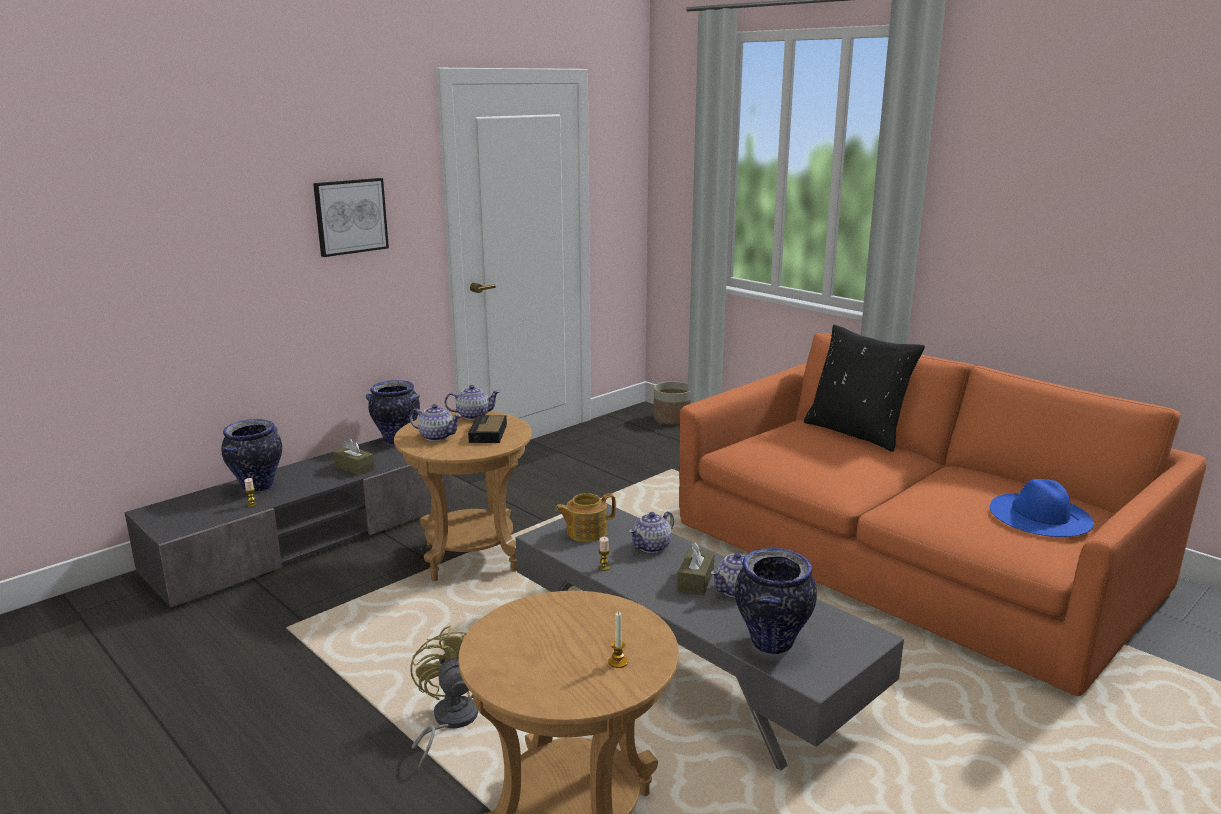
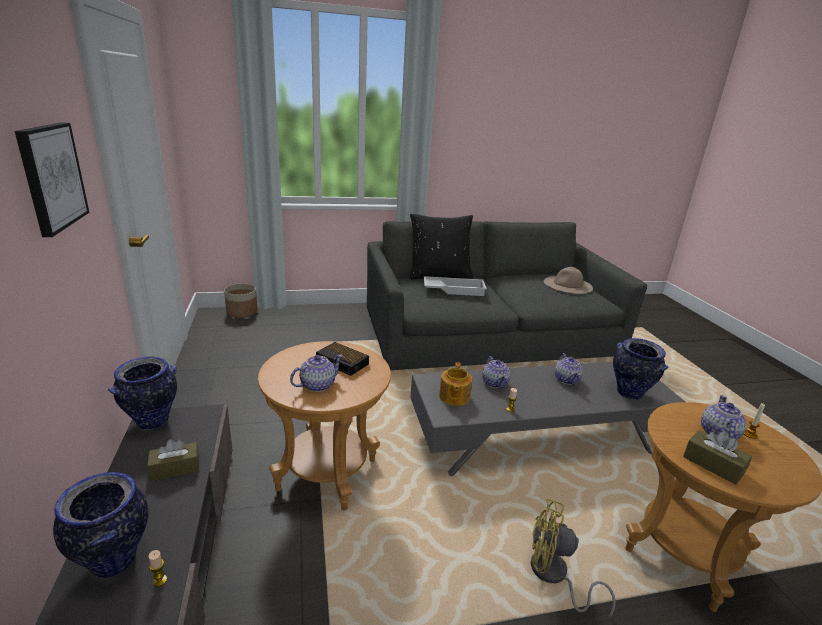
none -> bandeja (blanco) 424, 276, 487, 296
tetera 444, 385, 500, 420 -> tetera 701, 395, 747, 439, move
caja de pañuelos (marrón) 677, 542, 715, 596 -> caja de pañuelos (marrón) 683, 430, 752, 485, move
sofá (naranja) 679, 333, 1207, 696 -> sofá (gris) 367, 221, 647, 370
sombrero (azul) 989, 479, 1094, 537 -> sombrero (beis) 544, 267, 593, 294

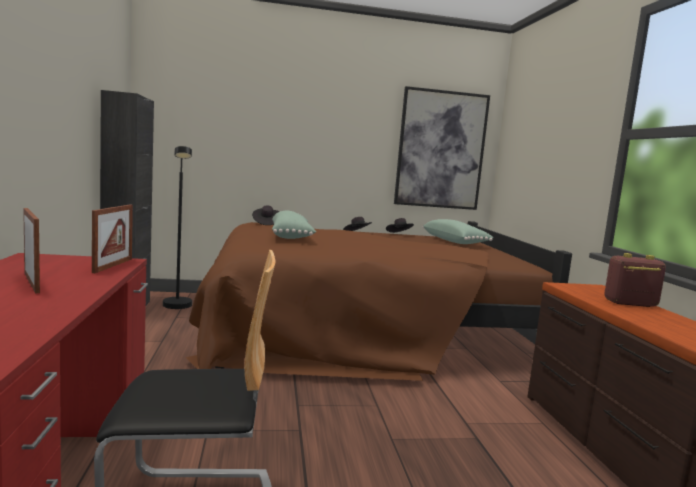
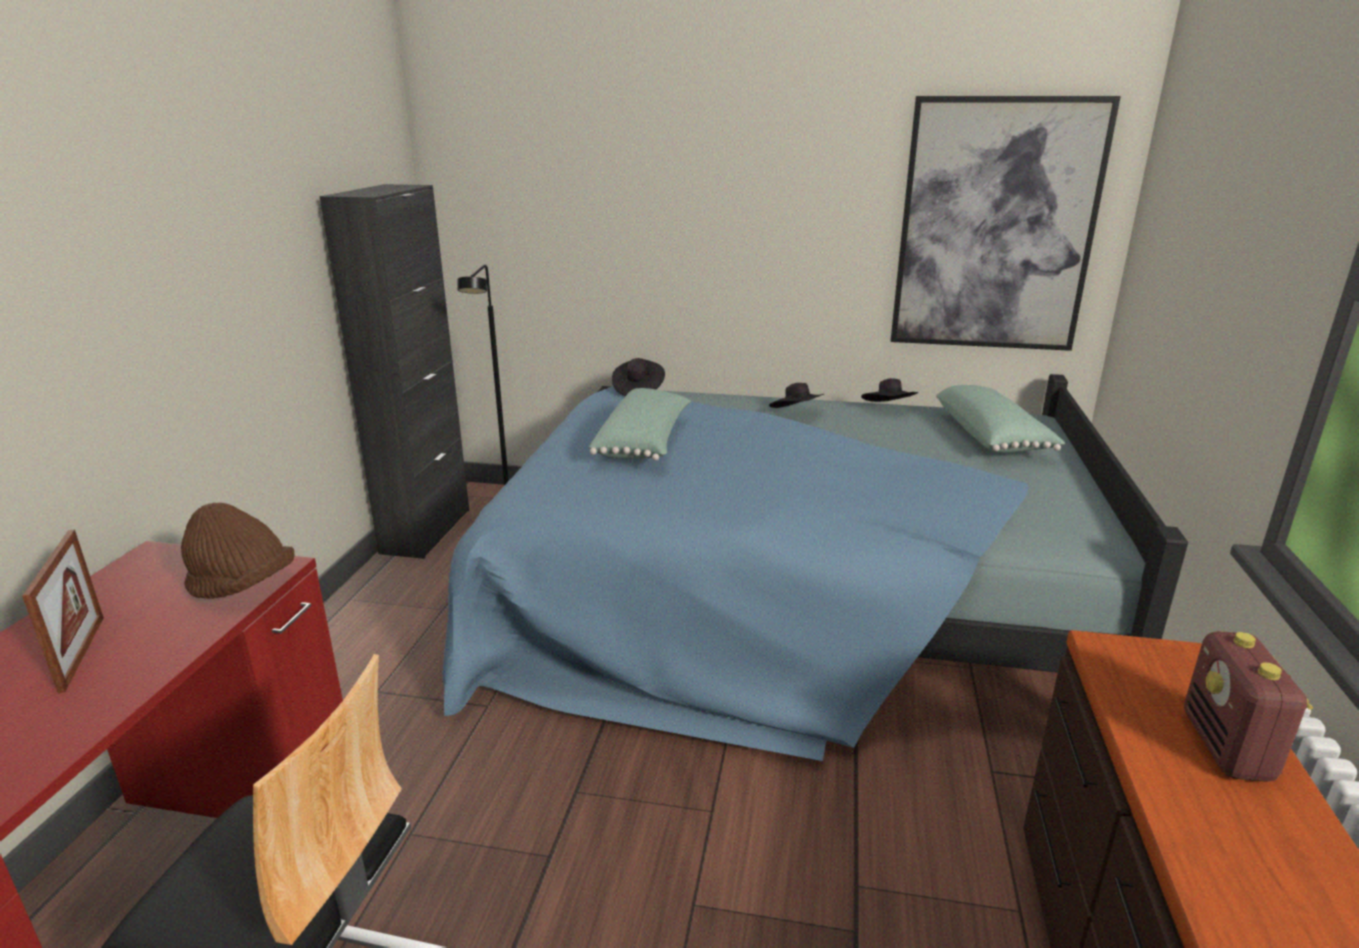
portarretratos 92, 205, 133, 273 -> sombrero (marrón) 181, 503, 294, 599
cama (marrón) 186, 221, 572, 381 -> cama (azul) 442, 374, 1188, 761
radio 604, 253, 666, 307 -> radio 1184, 631, 1313, 781, 105 degrees counterclockwise

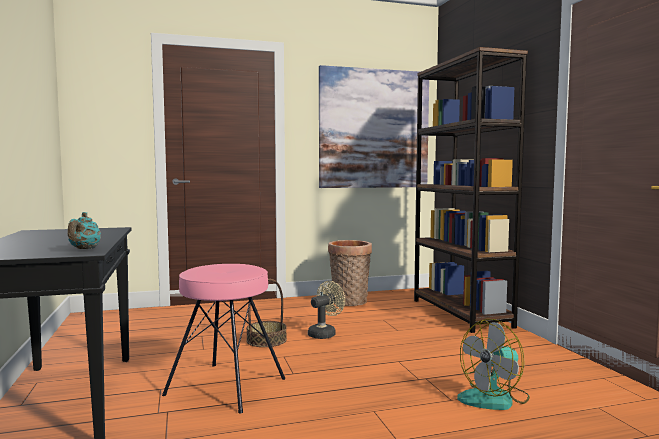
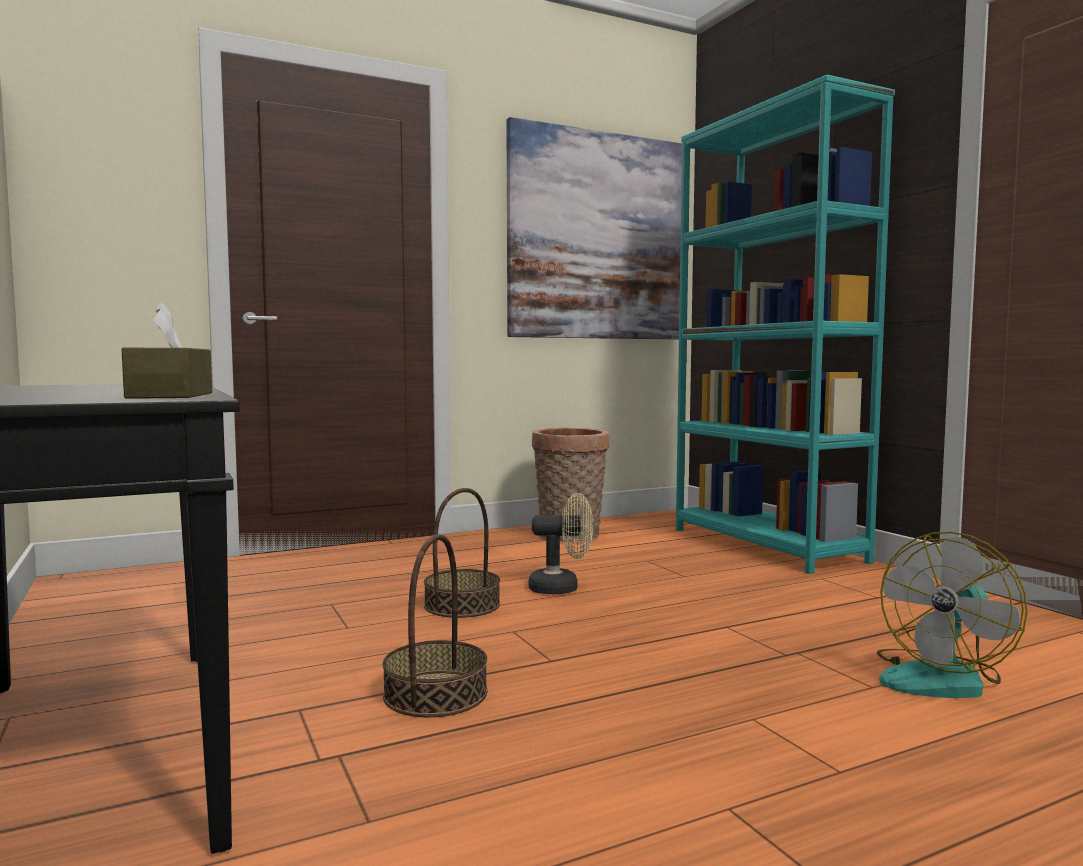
tetera (turquesa) 68, 212, 101, 249 -> caja de pañuelos (marrón) 122, 303, 212, 399
taburete (rosa) 162, 264, 285, 414 -> cesta 382, 534, 488, 717
estantería (marrón) 414, 47, 528, 333 -> estantería (turquesa) 676, 75, 895, 574
ventilador (beis) 308, 281, 345, 339 -> ventilador (beis) 529, 493, 593, 594, 60 degrees clockwise

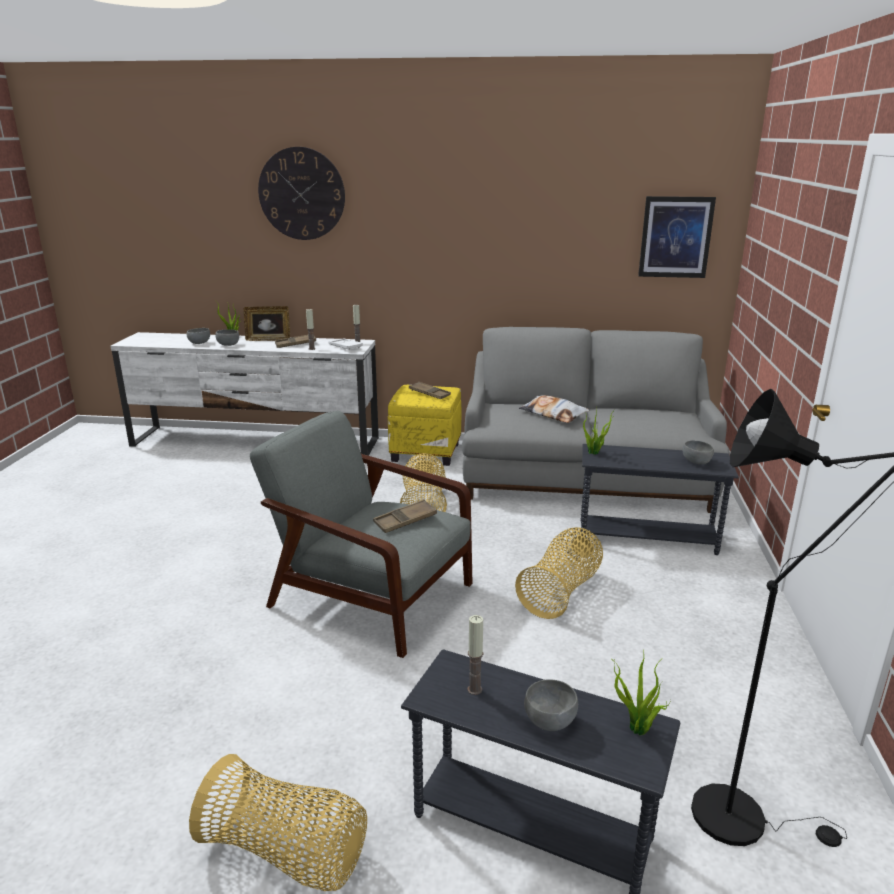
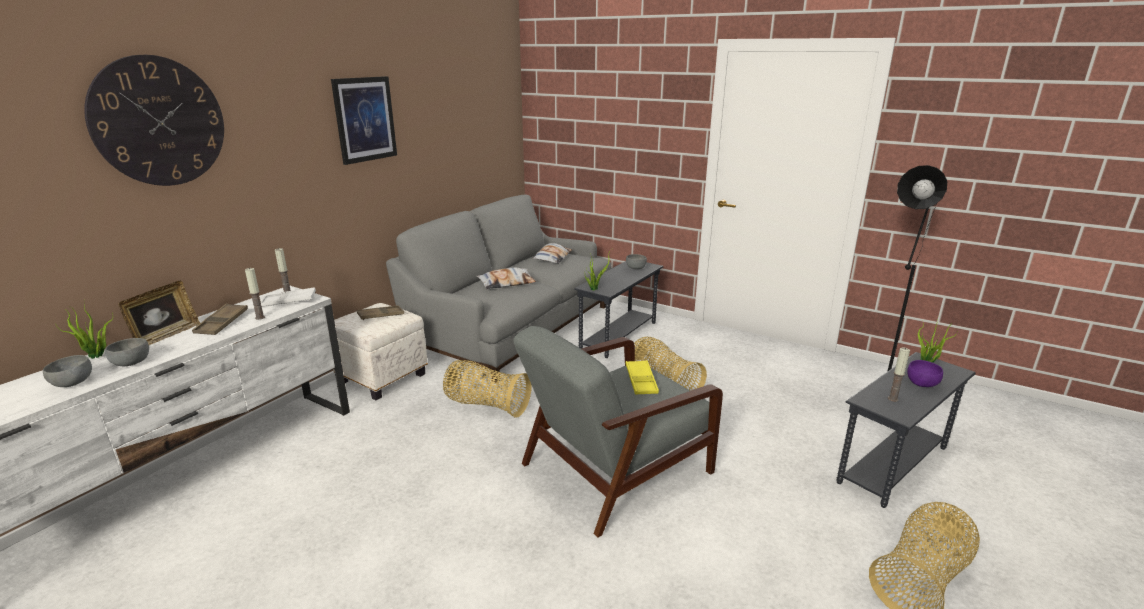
none -> cojín 533, 243, 572, 264
cuadro 638, 196, 716, 278 -> cuadro 331, 76, 397, 165, move
bandeja (marrón) 373, 500, 437, 533 -> bandeja (amarillo) 626, 360, 659, 395
puf (amarillo) 388, 385, 461, 466 -> puf (blanco) 334, 303, 428, 400
cuenco (gris) 524, 679, 578, 731 -> cuenco (morado) 907, 360, 943, 387

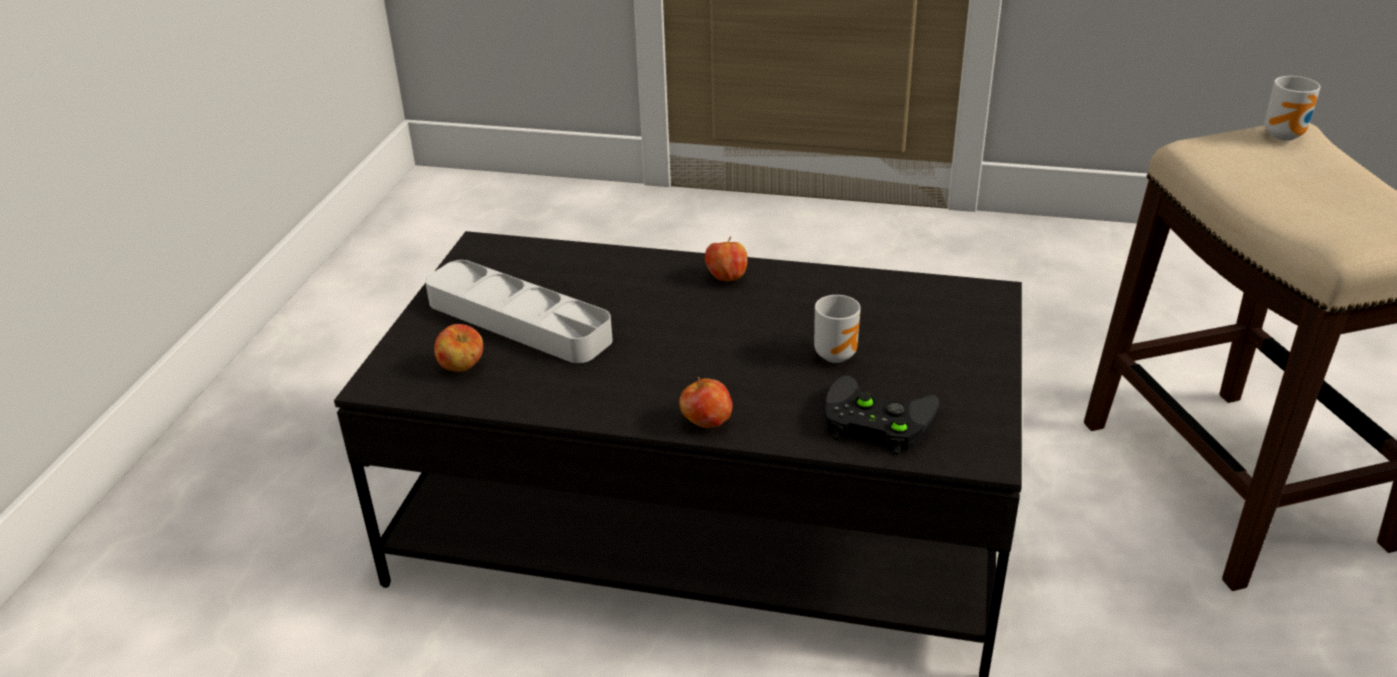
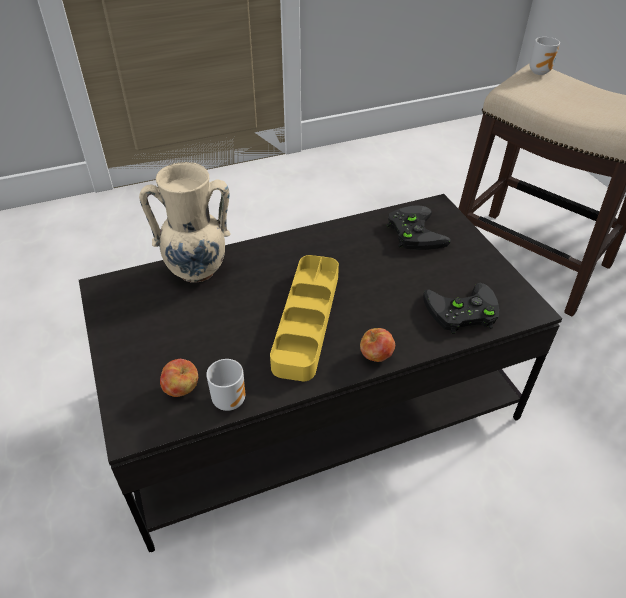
bandeja (gris) 425, 260, 613, 363 -> none
manzana 705, 236, 748, 281 -> none
none -> florero (beis) 139, 162, 231, 283
none -> bandeja (amarillo) 270, 255, 339, 382
none -> mando de consola (negro) 387, 205, 451, 250
taza grande 814, 295, 861, 363 -> taza grande 206, 359, 245, 411, move

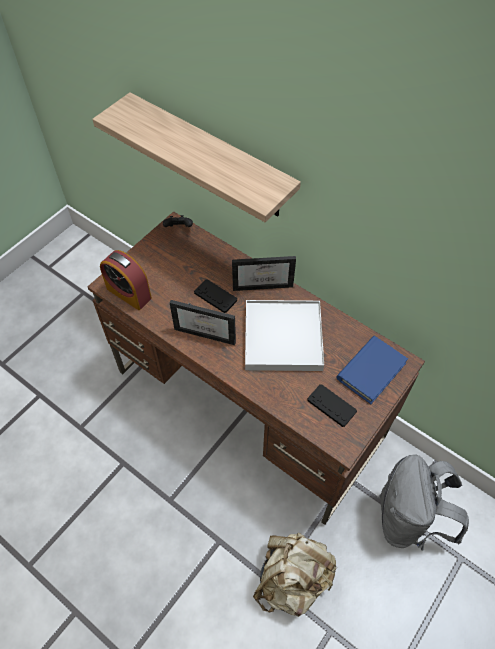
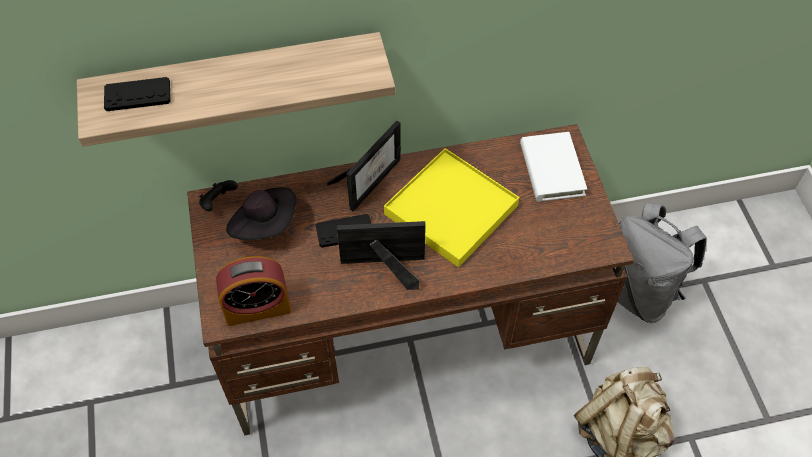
none -> sombrero (negro) 226, 187, 297, 240
mando de consola (negro) 307, 384, 357, 427 -> mando de consola (negro) 104, 77, 171, 111, move
bandeja (blanco) 245, 300, 324, 371 -> bandeja (amarillo) 384, 148, 519, 268
libro (azul) 337, 336, 408, 404 -> libro (blanco) 520, 132, 587, 202
portarretratos 170, 300, 236, 345 -> portarretratos 337, 221, 426, 290, 150 degrees counterclockwise

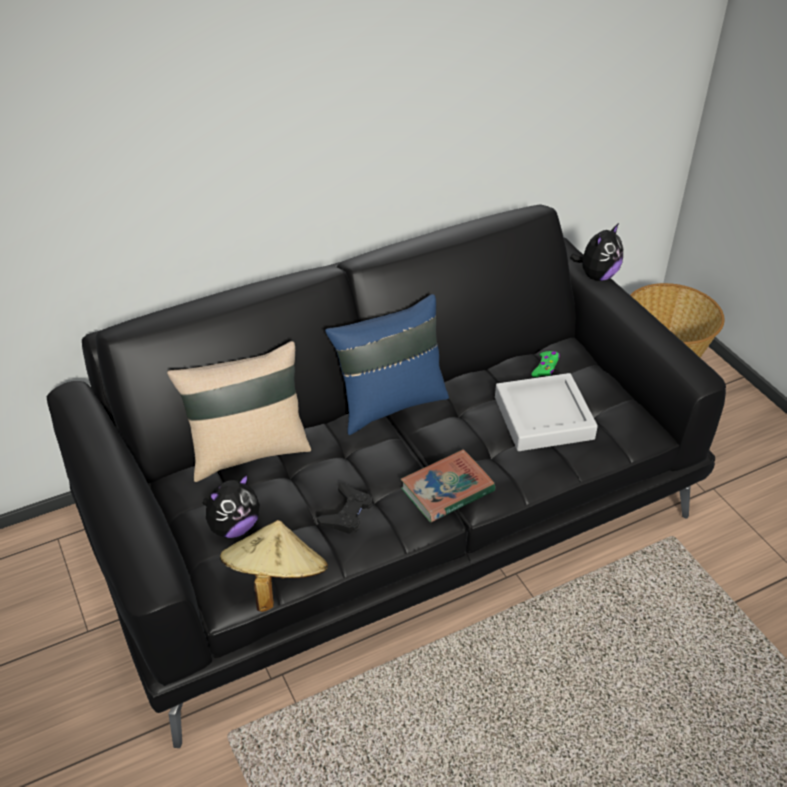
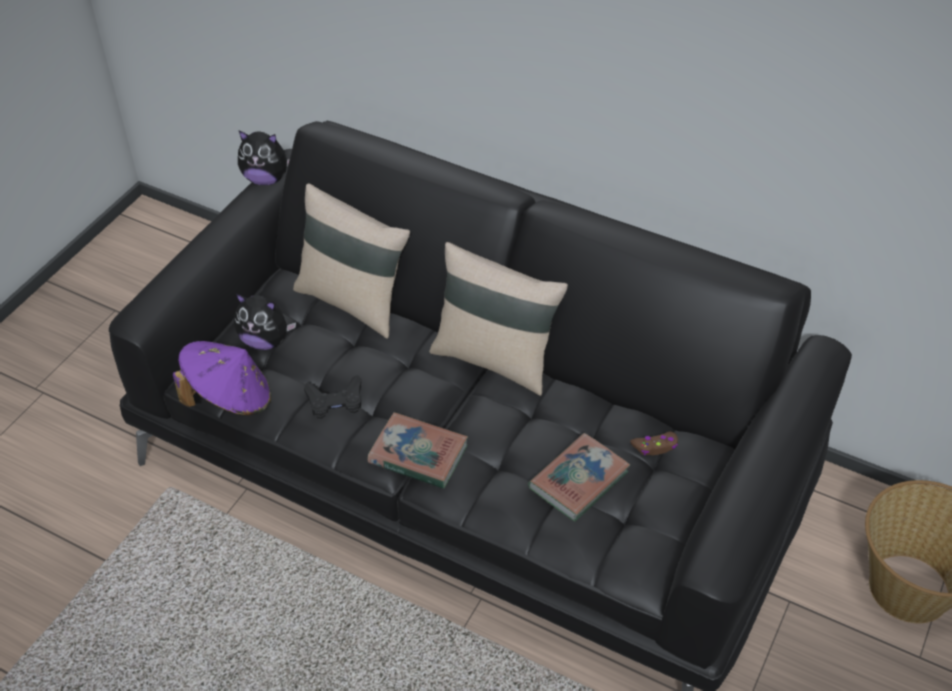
peluche 570, 223, 623, 281 -> peluche 238, 131, 290, 185, move
bandeja (gris) 495, 373, 598, 451 -> libro 528, 433, 630, 522
sombrero (beis) 220, 520, 328, 612 -> sombrero (morado) 173, 341, 271, 415
cojín (azul) 325, 294, 449, 435 -> cojín (beis) 429, 242, 568, 396
mando de consola (verde) 531, 351, 560, 377 -> mando de consola (marrón) 630, 432, 678, 455

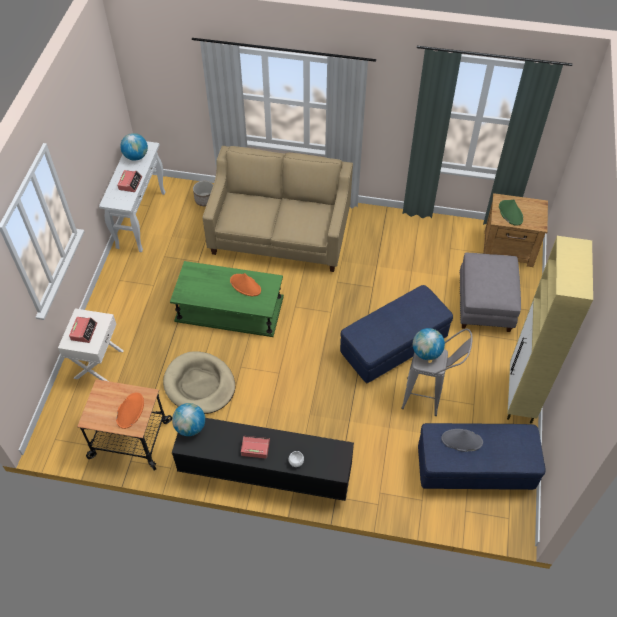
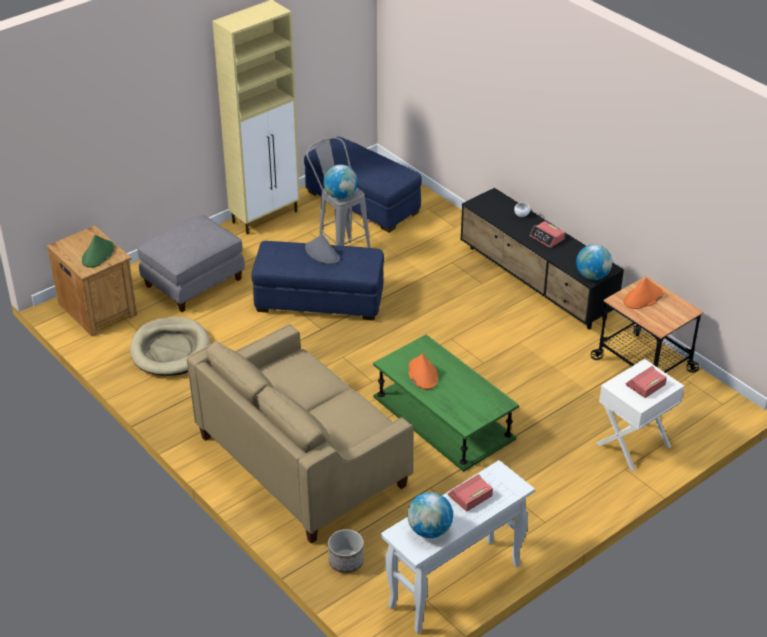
cama para perro (beis) 163, 351, 235, 414 -> cama para perro (beis) 130, 317, 211, 376, move
sombrero (gris) 441, 429, 483, 452 -> sombrero (gris) 305, 234, 340, 265, move

